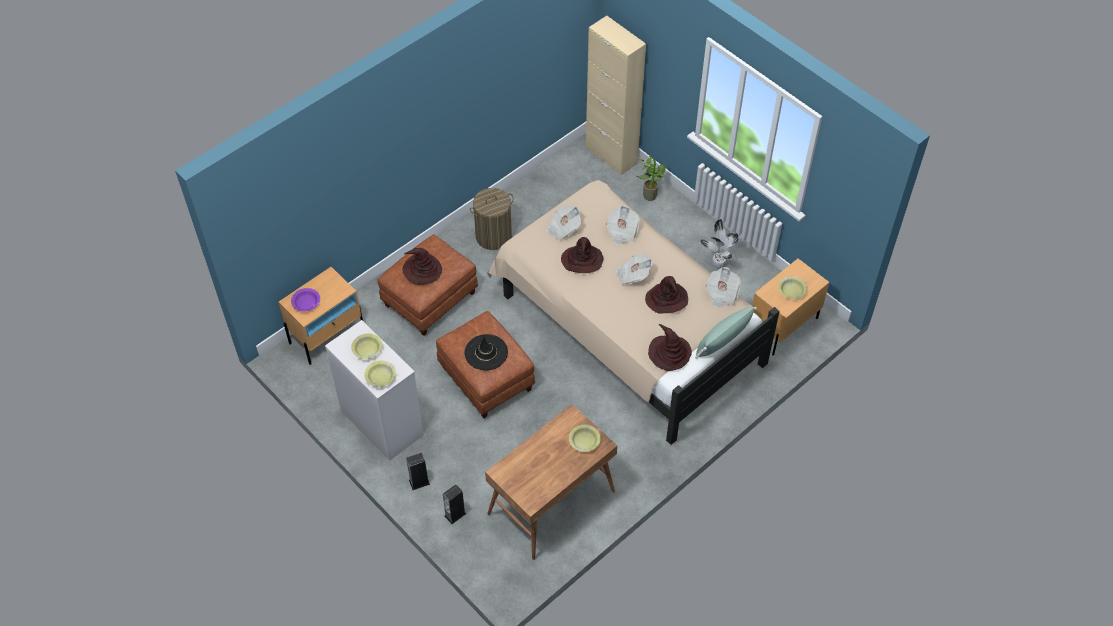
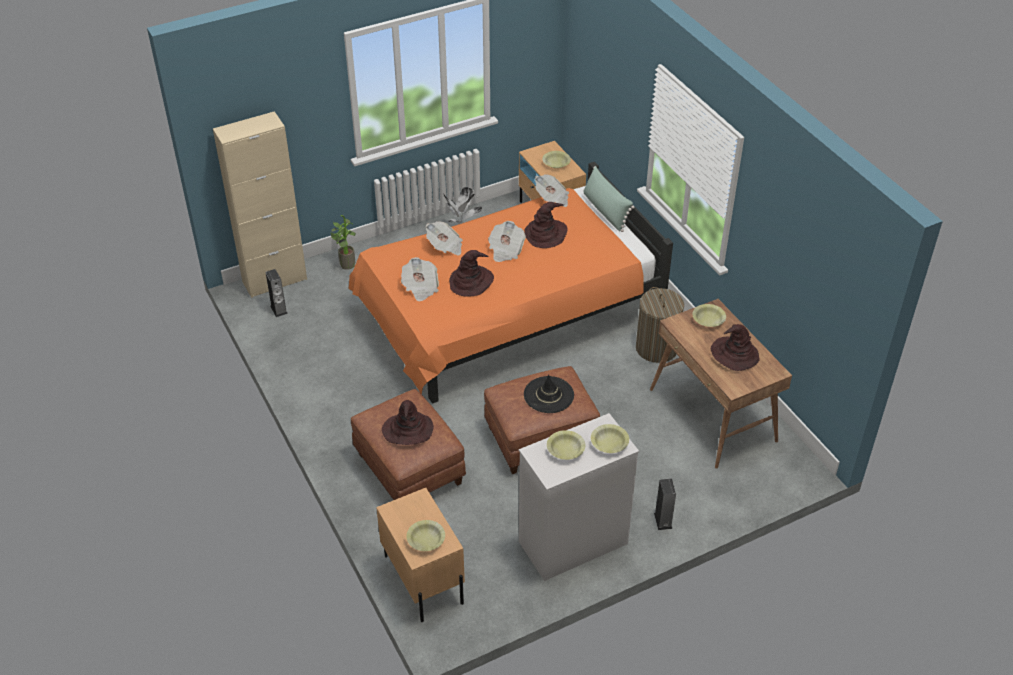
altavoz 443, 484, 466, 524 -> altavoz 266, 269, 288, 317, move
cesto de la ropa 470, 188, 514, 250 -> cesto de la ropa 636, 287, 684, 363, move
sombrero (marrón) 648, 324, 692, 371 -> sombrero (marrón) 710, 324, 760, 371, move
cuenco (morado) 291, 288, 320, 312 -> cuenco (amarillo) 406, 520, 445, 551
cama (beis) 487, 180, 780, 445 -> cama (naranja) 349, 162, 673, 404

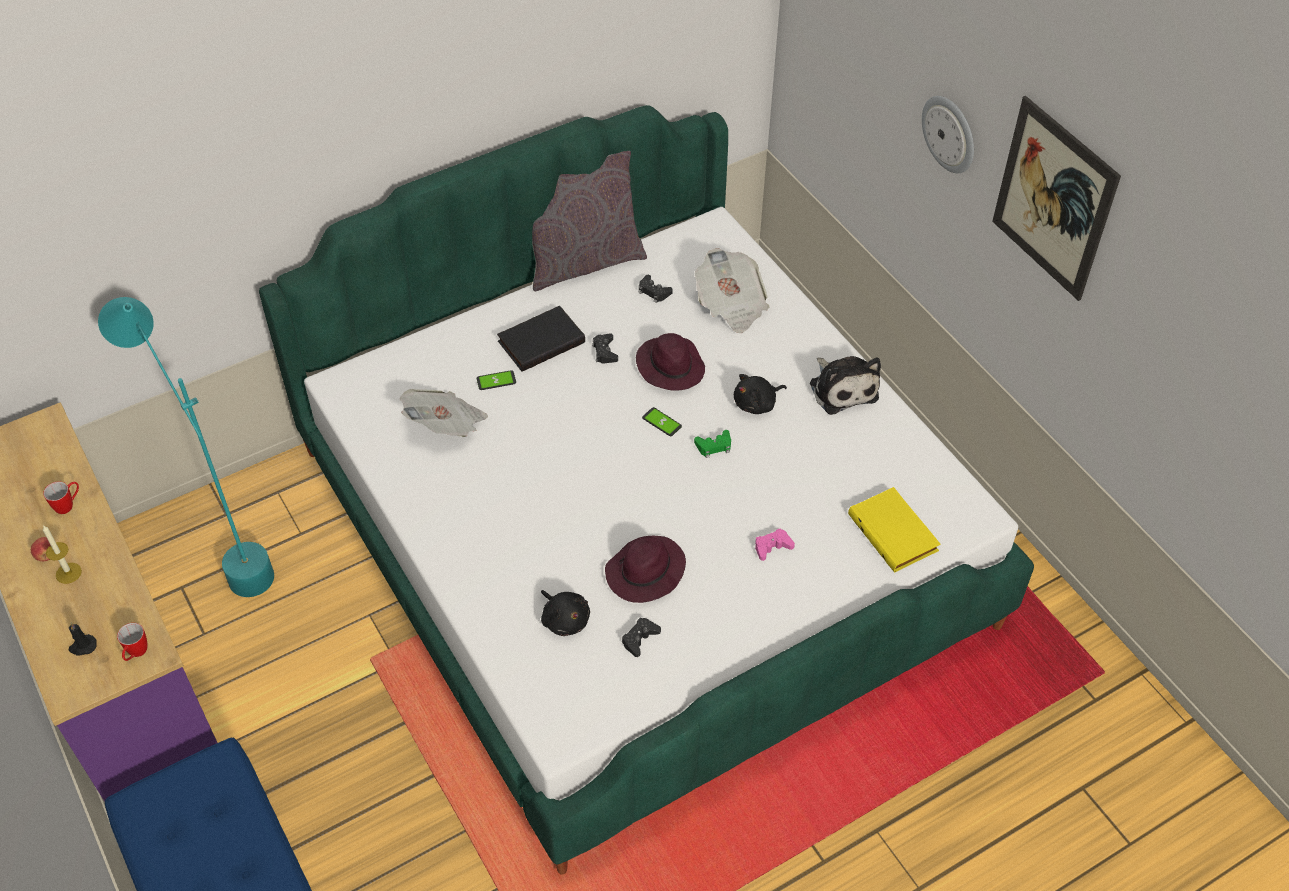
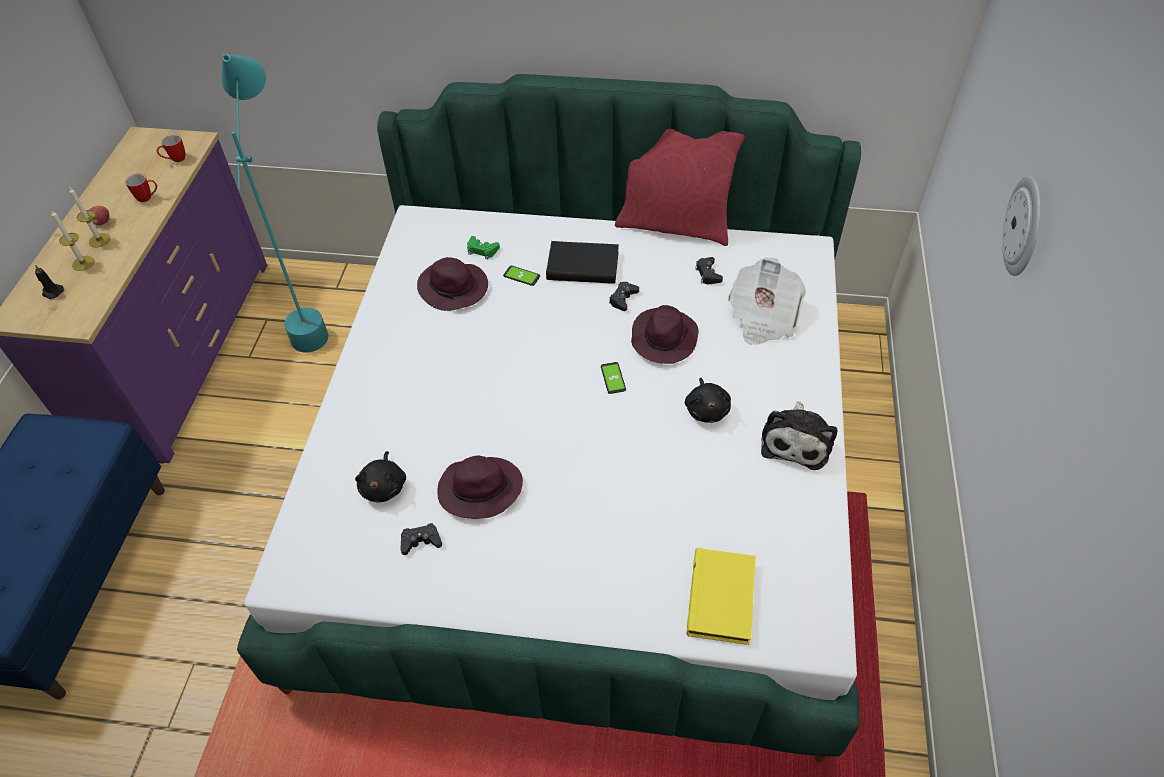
mando de consola (rosa) 755, 528, 795, 561 -> none
cuadro 992, 96, 1121, 301 -> none
none -> vela 52, 211, 95, 271
taza grande 117, 623, 148, 661 -> taza grande 157, 134, 186, 162, move
mando de consola (verde) 694, 430, 731, 458 -> mando de consola (verde) 467, 236, 500, 259, move
periódico 400, 389, 488, 437 -> sombrero (morado) 417, 257, 488, 311
cojín (gris) 532, 151, 647, 291 -> cojín (rojo) 615, 129, 744, 246
peluche (negro) 734, 374, 787, 414 -> peluche (negro) 685, 378, 731, 423, 105 degrees counterclockwise

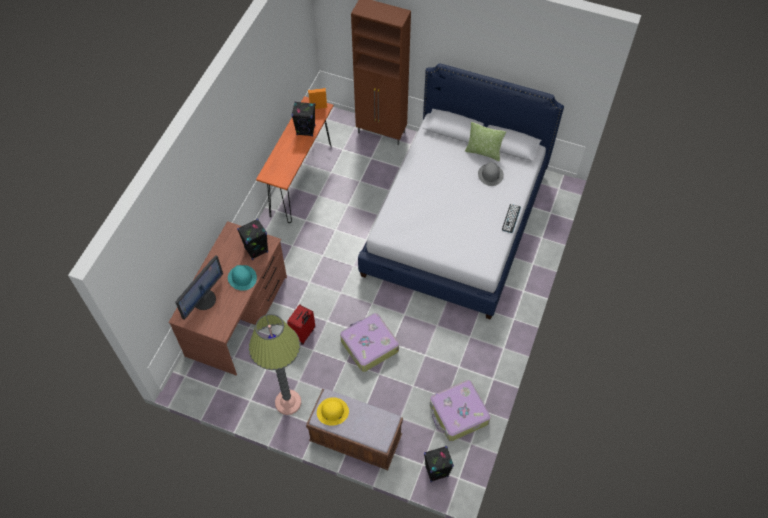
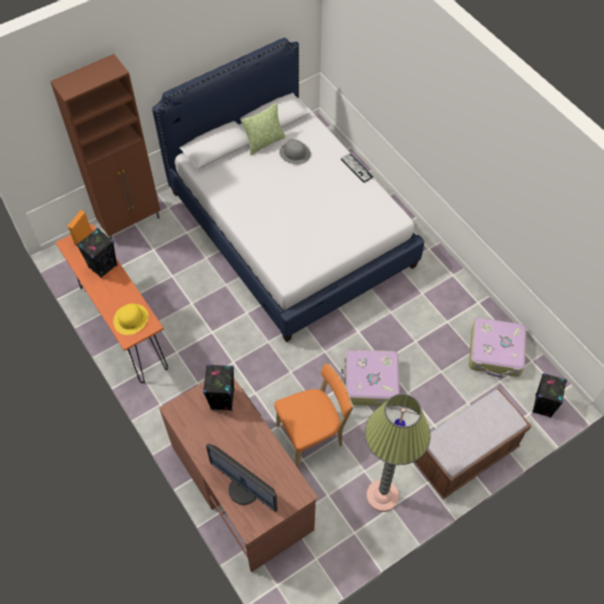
sombrero (turquesa) 228, 265, 257, 291 -> none
sombrero (amarillo) 317, 397, 349, 426 -> sombrero (amarillo) 113, 303, 149, 335, move
maleta (rojo) 287, 304, 315, 345 -> silla (naranja) 274, 363, 354, 467
monitor 175, 255, 223, 320 -> monitor 206, 444, 278, 512, 150 degrees clockwise

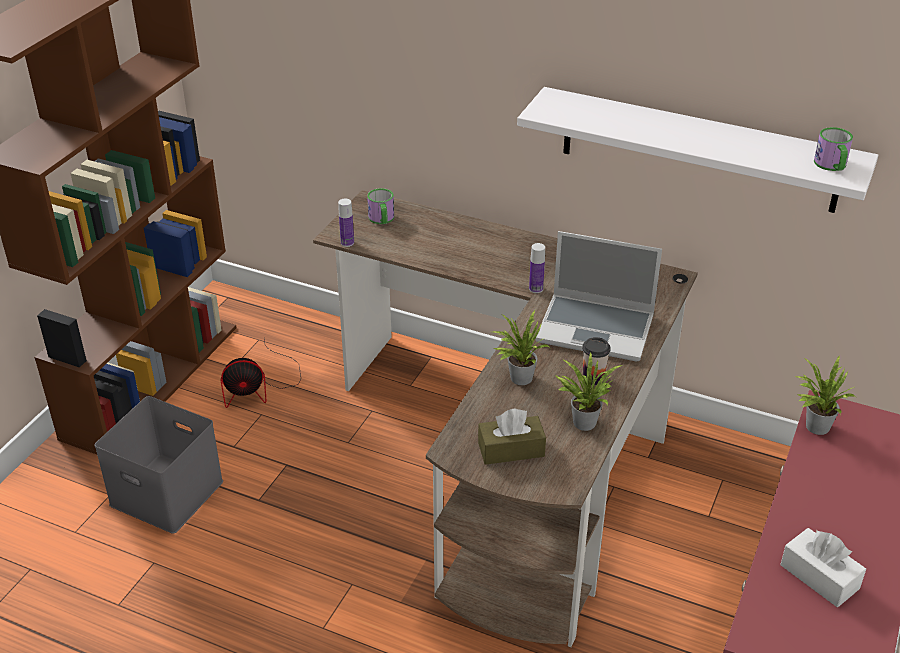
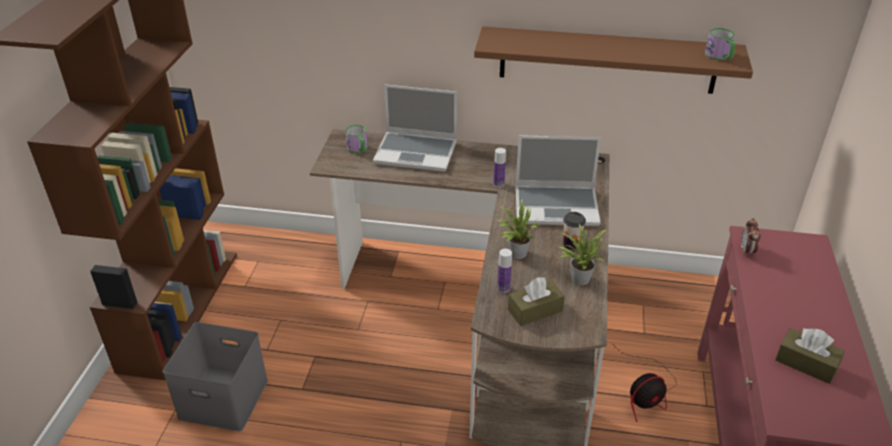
none -> portátil 373, 84, 457, 172
ventilador 221, 340, 301, 408 -> ventilador 612, 343, 677, 422, move
botella 338, 198, 354, 247 -> botella 497, 249, 512, 293, move
planta en maceta 796, 355, 855, 435 -> despertador 741, 218, 761, 256
estante (blanco) 517, 87, 878, 213 -> estante (marrón) 474, 26, 753, 94
caja de pañuelos (blanco) 780, 528, 866, 607 -> caja de pañuelos (marrón) 775, 328, 845, 384

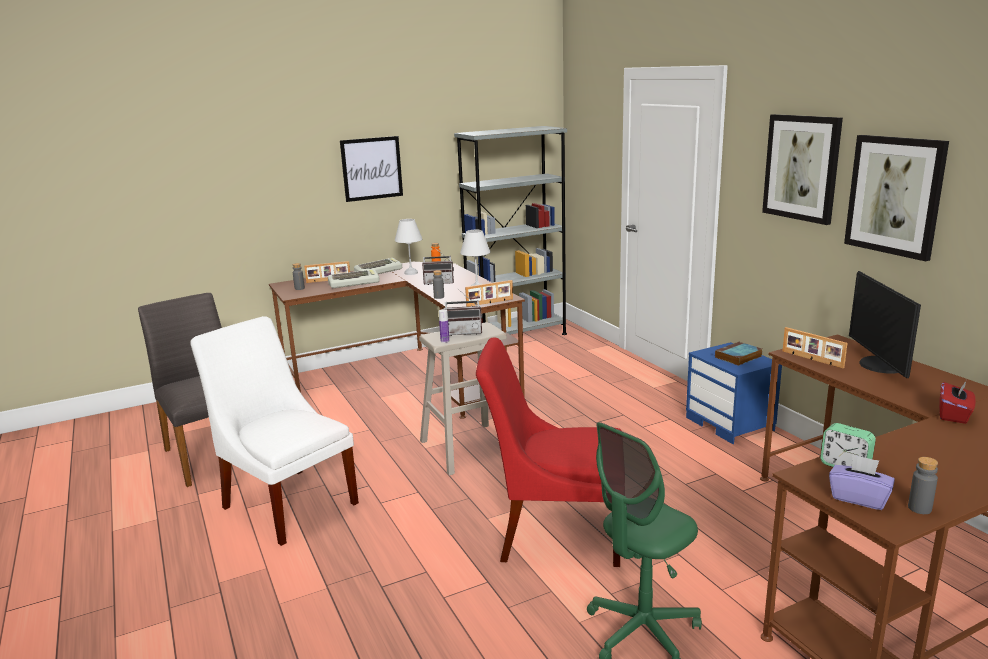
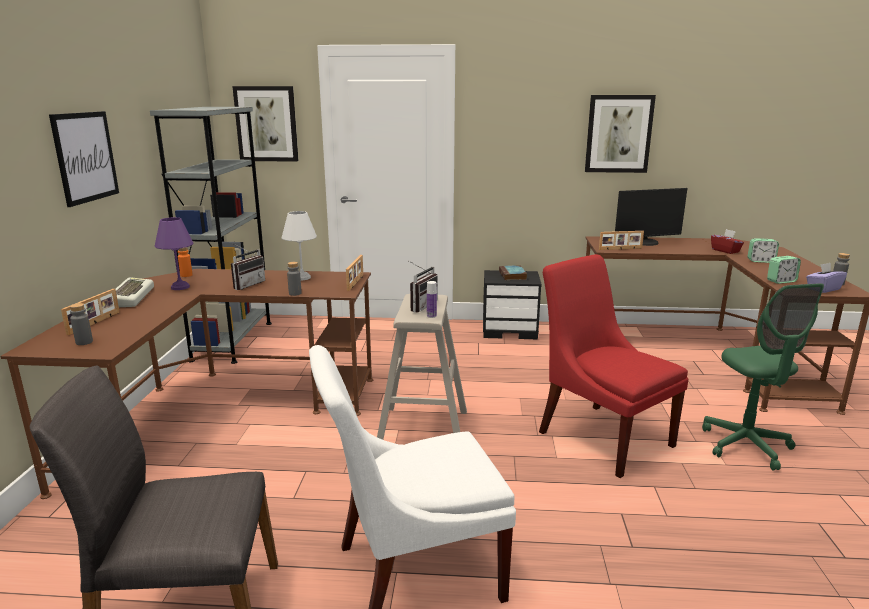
teclado 328, 269, 380, 288 -> none
none -> despertador 748, 238, 779, 263
cuadro 762, 114, 843, 225 -> cuadro 232, 86, 298, 162, move
lámpara de mesa (blanco) 395, 219, 422, 275 -> lámpara de mesa (morado) 155, 217, 193, 290
mesita de noche (azul) 686, 342, 782, 444 -> mesita de noche (negro) 483, 270, 542, 339
silla (rojo) 476, 337, 622, 567 -> silla (rojo) 539, 254, 688, 478, 105 degrees clockwise
monitor 849, 271, 921, 378 -> monitor 615, 188, 687, 246, 45 degrees counterclockwise

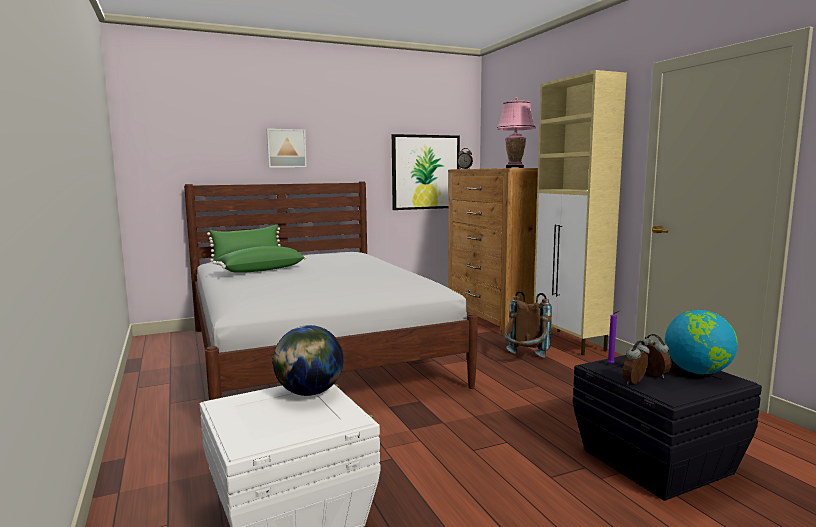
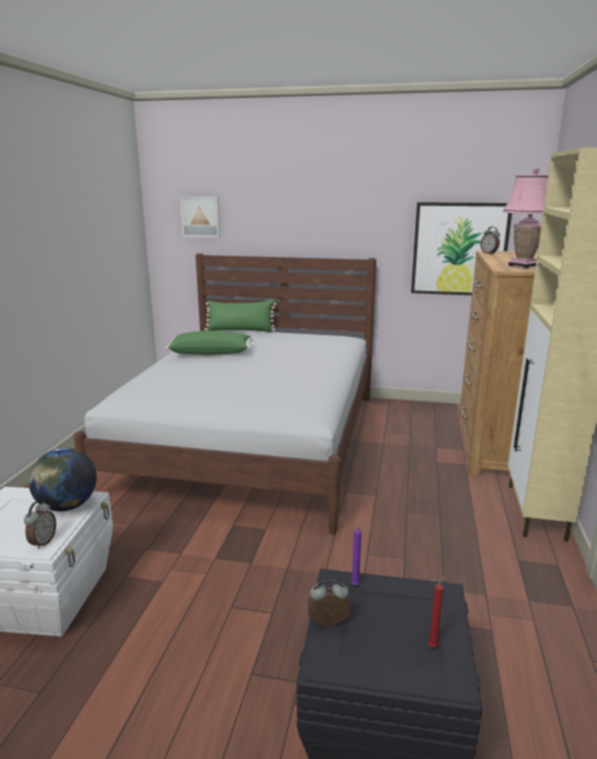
mochila (marrón) 504, 291, 552, 358 -> none
cuadro 266, 129, 307, 168 -> cuadro 180, 197, 221, 237, move
despertador 641, 334, 672, 378 -> despertador 24, 501, 56, 549, move
globo terráqueo 665, 310, 738, 374 -> vela (rojo) 428, 576, 446, 647

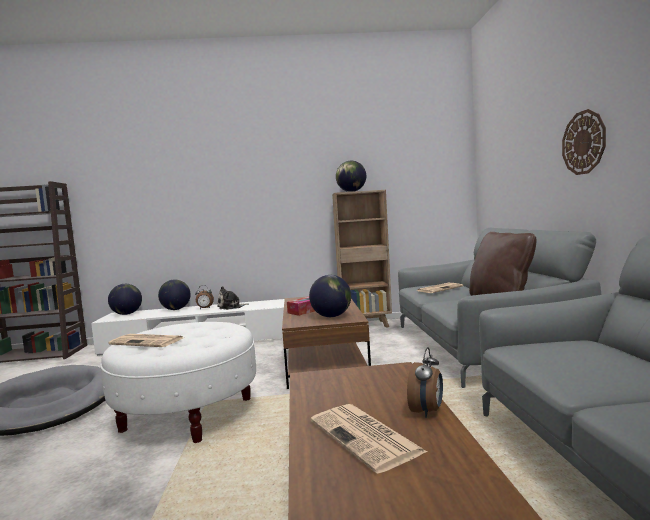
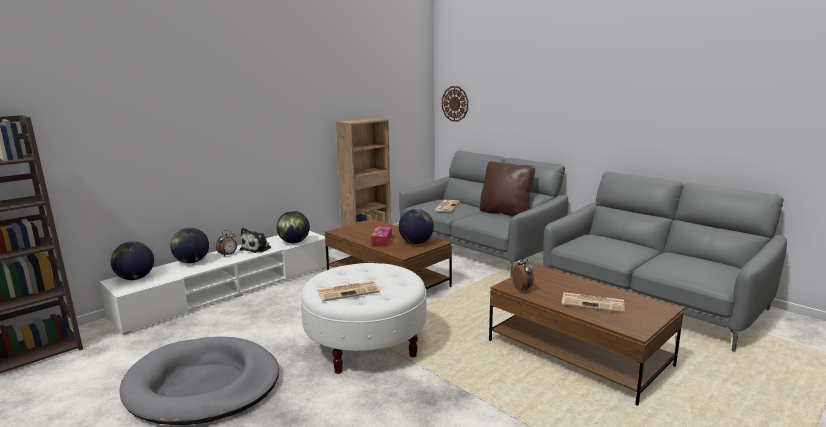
globo terráqueo 336, 161, 366, 192 -> globo terráqueo 277, 211, 310, 243, move
despertador 407, 347, 443, 418 -> despertador 512, 256, 534, 291, move
reloj de pared 562, 109, 606, 175 -> reloj de pared 442, 86, 468, 122, move

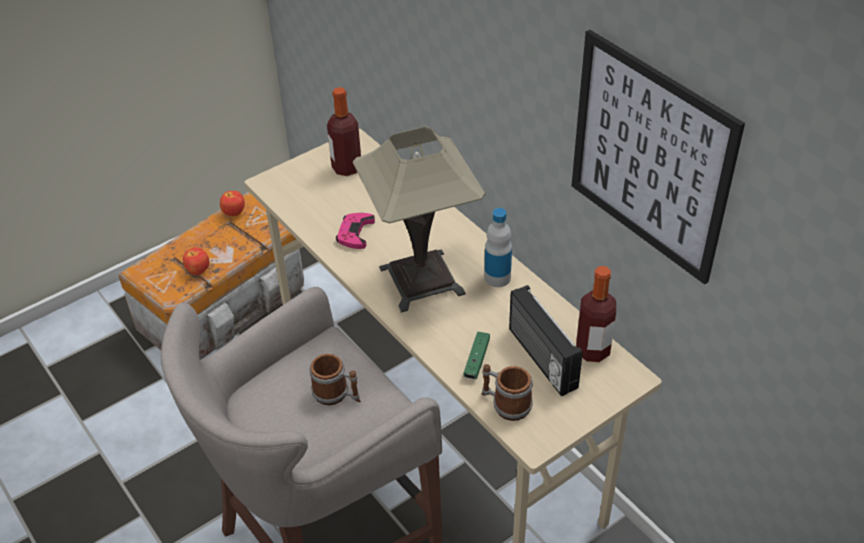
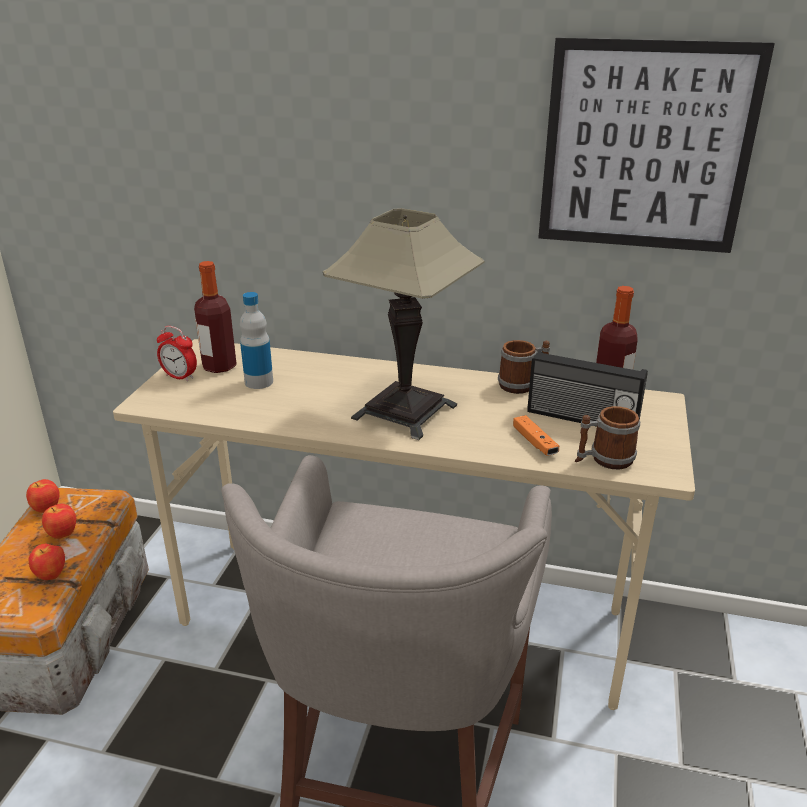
mando de consola (rosa) 336, 213, 375, 249 -> none
none -> manzana 42, 504, 76, 539
none -> despertador 157, 326, 197, 382
taza grande 309, 354, 361, 405 -> taza grande 498, 340, 550, 394, move
botella 484, 208, 512, 287 -> botella 240, 292, 273, 389, move
mando de consola (verde) 463, 332, 490, 379 -> mando de consola (naranja) 513, 415, 559, 456

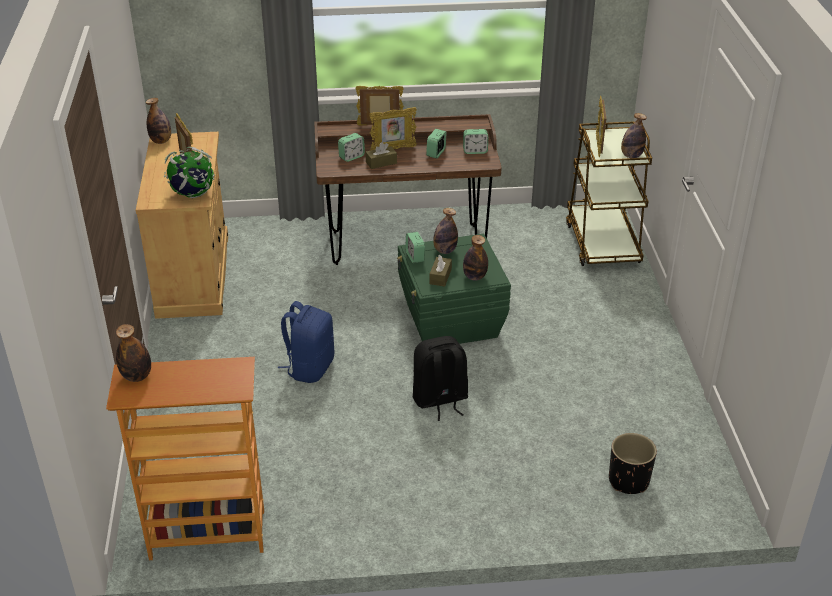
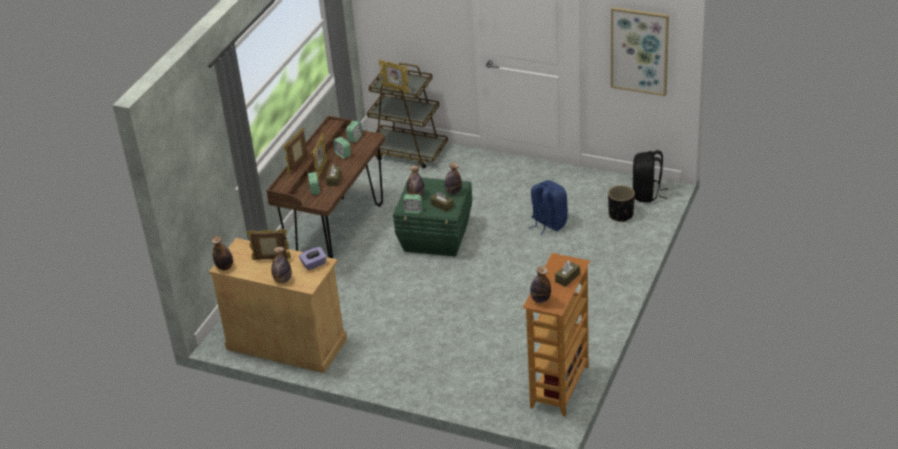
none -> caja de pañuelos (marrón) 555, 260, 580, 287
none -> cuadro 611, 7, 669, 96
mochila (azul) 278, 301, 334, 383 -> mochila (azul) 529, 180, 568, 235, move
mochila (negro) 413, 336, 468, 421 -> mochila (negro) 633, 150, 668, 203, move
botella 621, 113, 647, 158 -> botella 272, 247, 291, 283, move
globo terráqueo 164, 147, 215, 198 -> caja de pañuelos (morado) 299, 247, 327, 270

